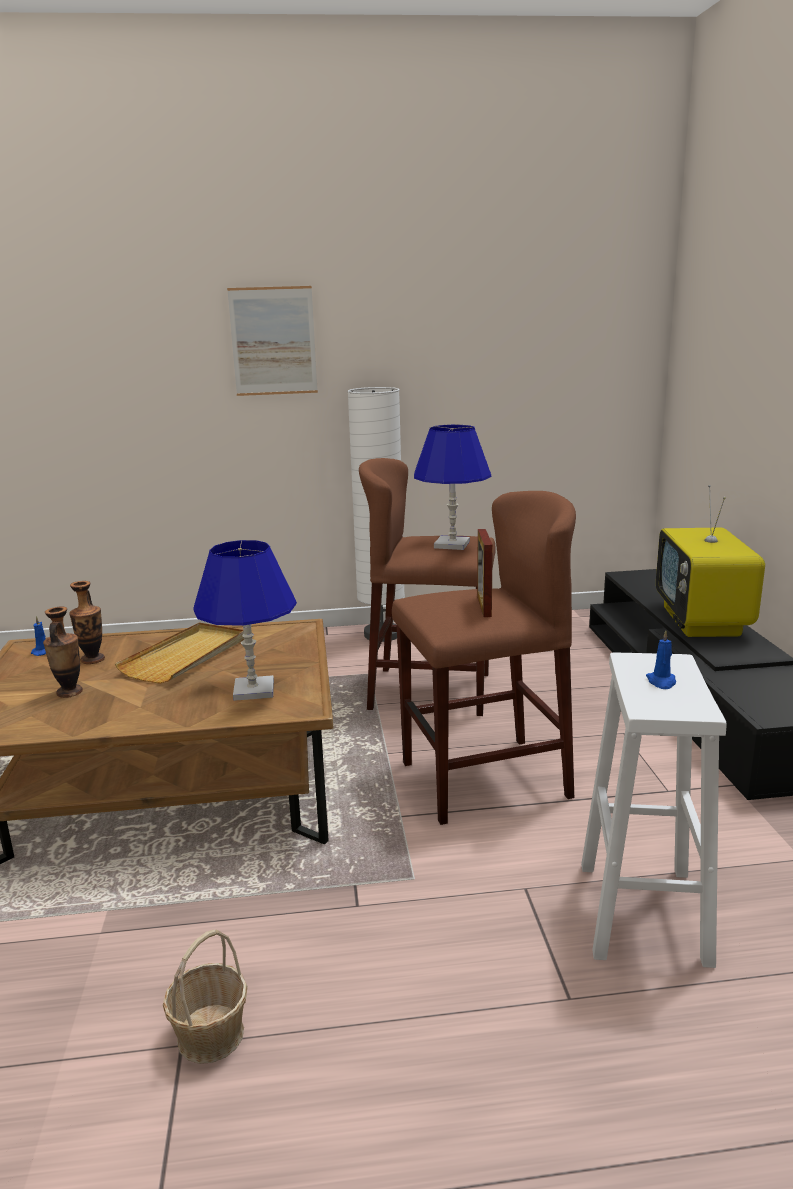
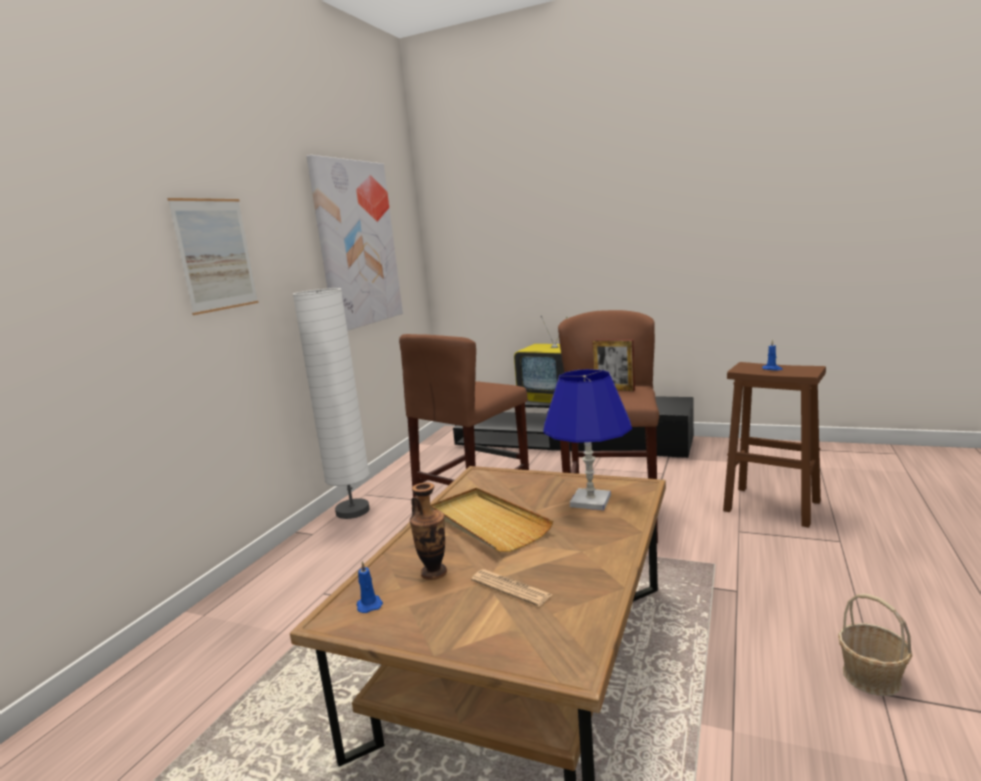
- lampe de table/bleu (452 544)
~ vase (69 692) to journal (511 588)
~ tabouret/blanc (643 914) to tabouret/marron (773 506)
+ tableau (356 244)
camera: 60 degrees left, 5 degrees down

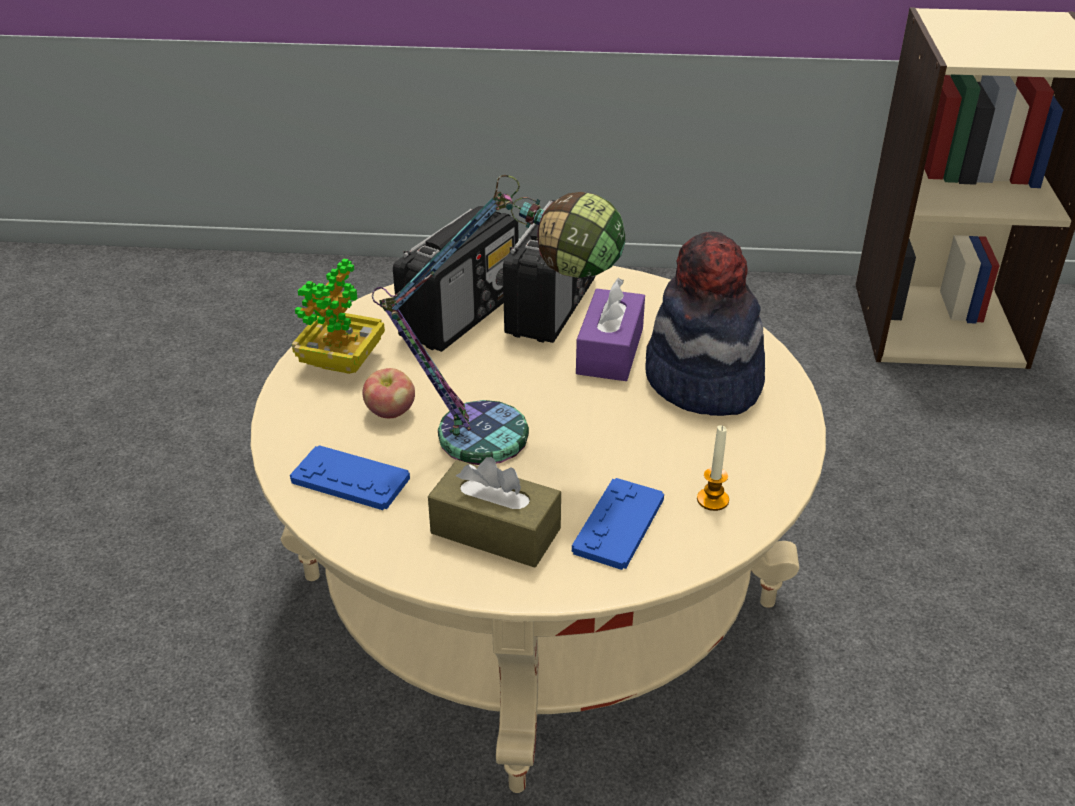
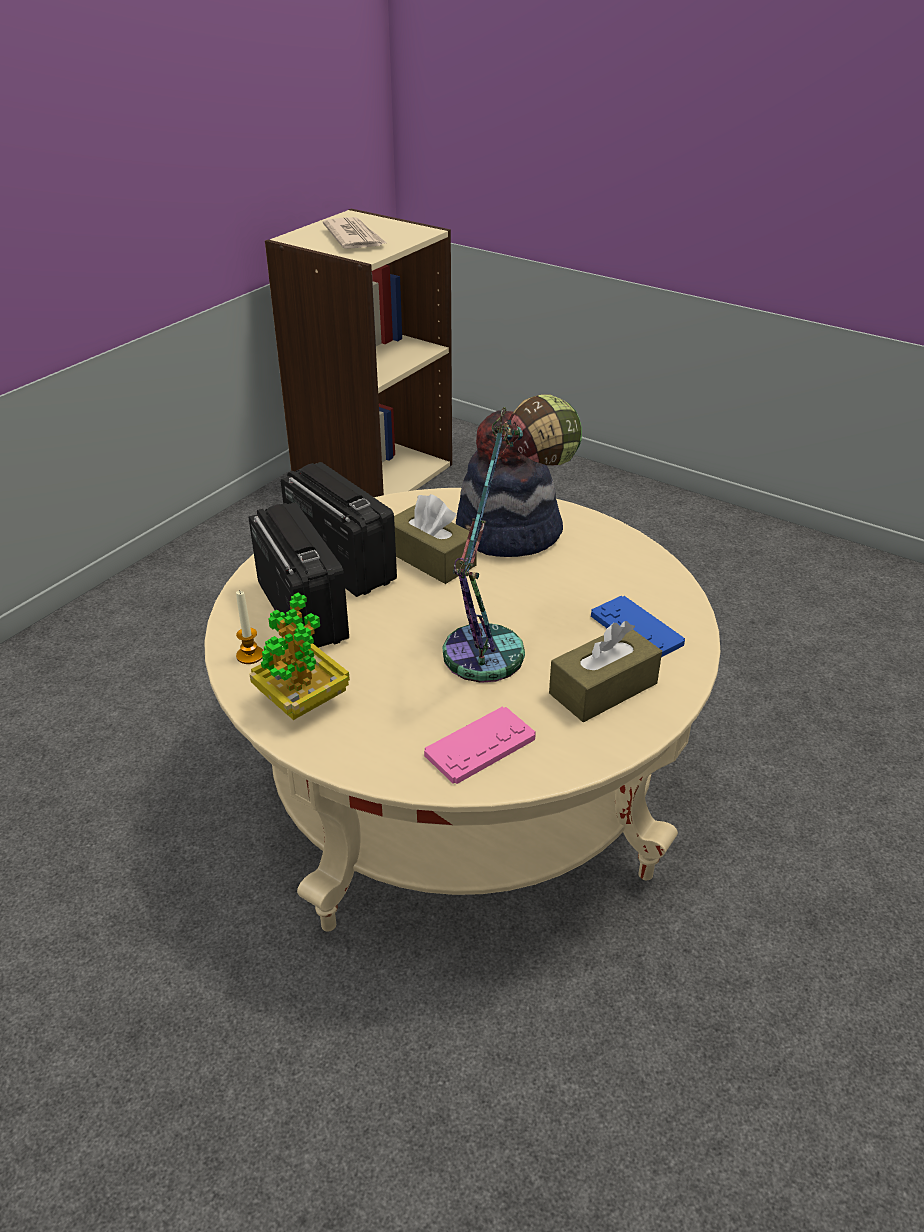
~ boîte à mouchoirs/violet (610 351) to boîte à mouchoirs/marron (431 558)
- pomme (390 412)
~ bougie (712 500) to (250 655)
~ manette/bleu (350 479) to manette/rose (480 746)
+ journal (354 238)
camera: 60 degrees left, 0 degrees up

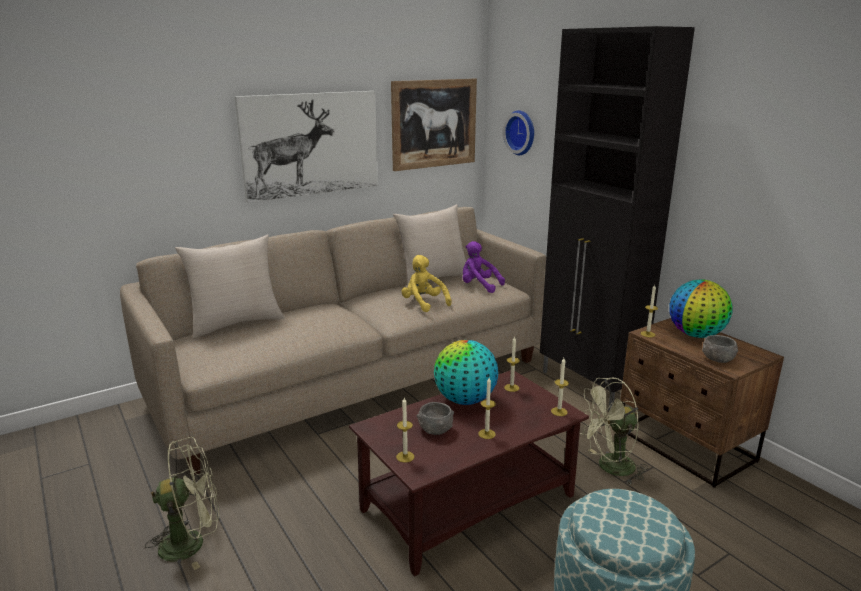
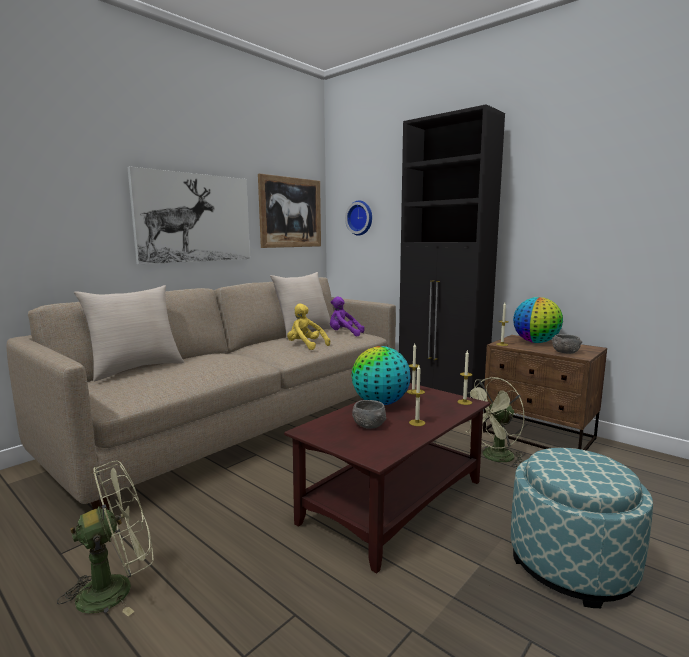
- bougie (405 457)
camera: 15 degrees left, 10 degrees down

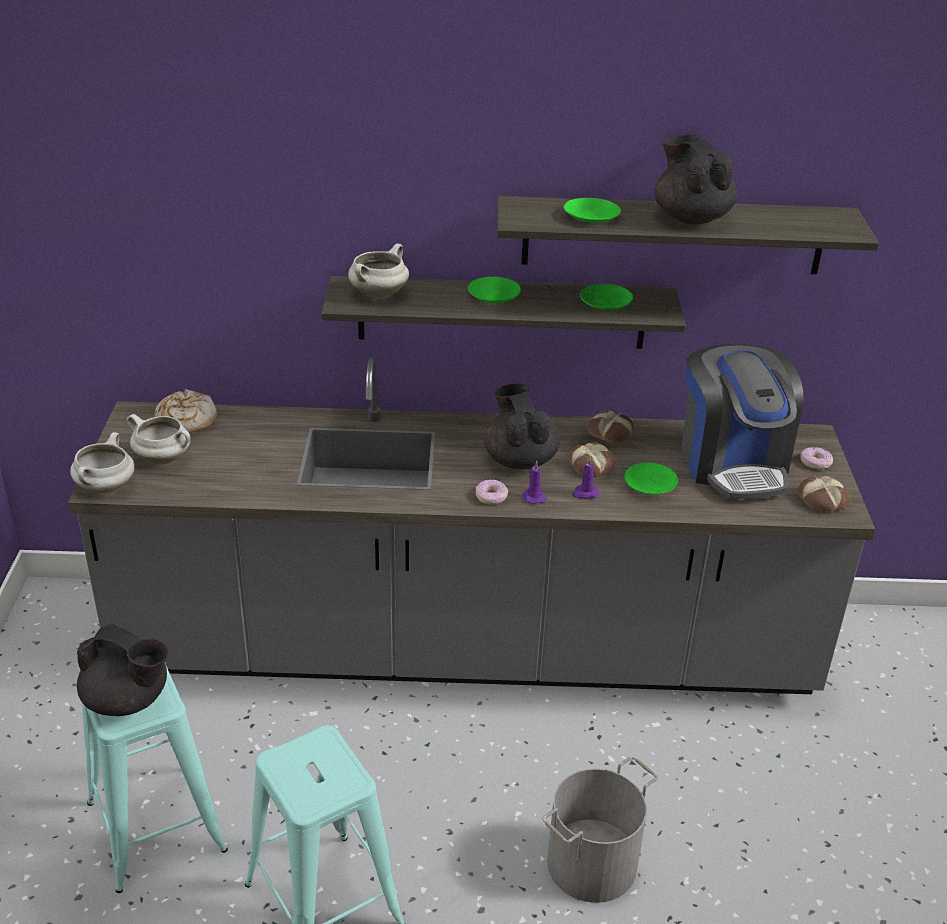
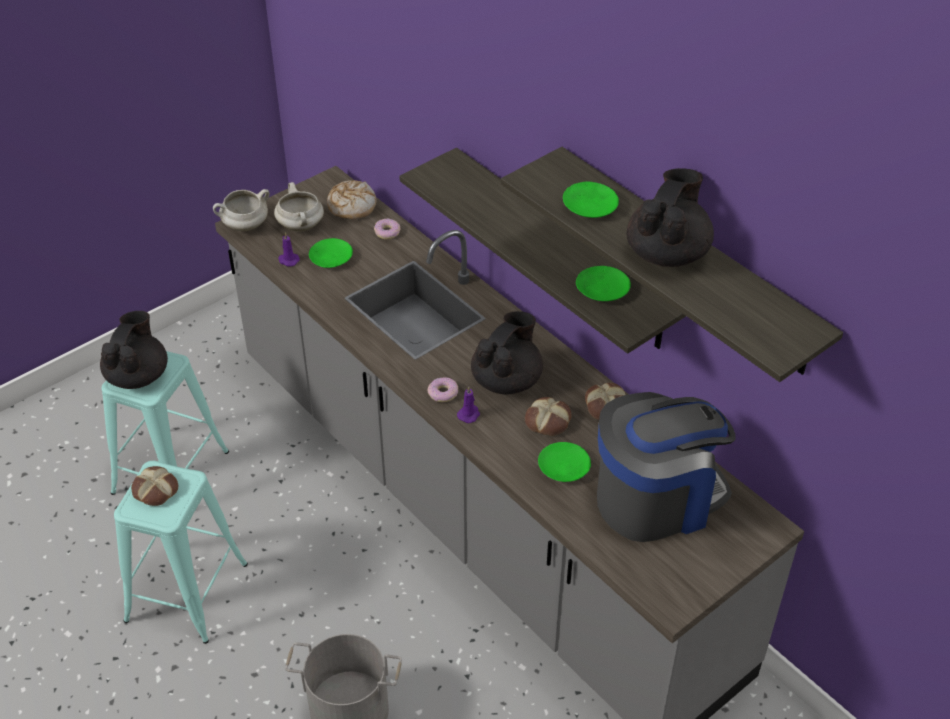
- marmite/blanc (379 294)
~ assiette/vert (494 296) to (330 258)
~ machine à café (733 463) = (657 498) 150 degrees counterclockwise
~ beignet (815 462) to (387 232)
~ bougie/violet (585 493) to (288 260)
~ pain (822 500) to (155 490)
~ théière/noir (128 700) = (138 375) 150 degrees counterclockwise
camera: 50 degrees right, 10 degrees up

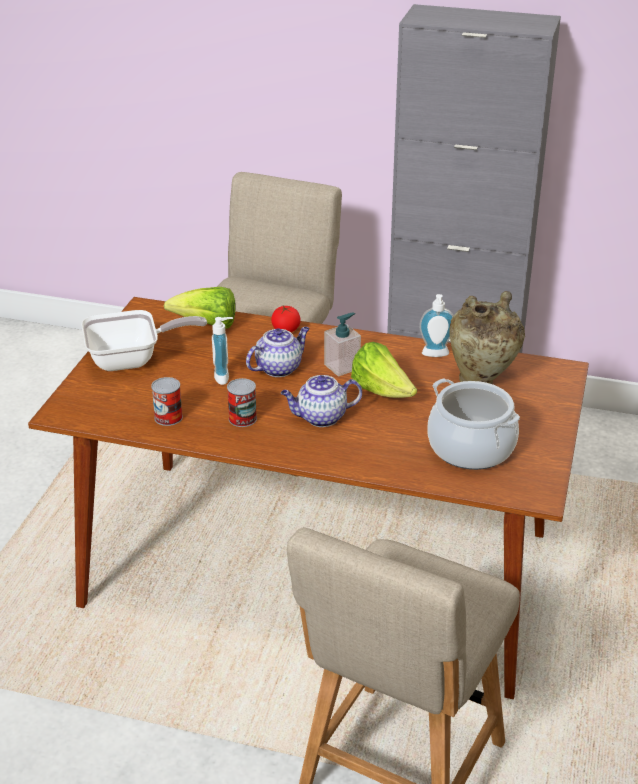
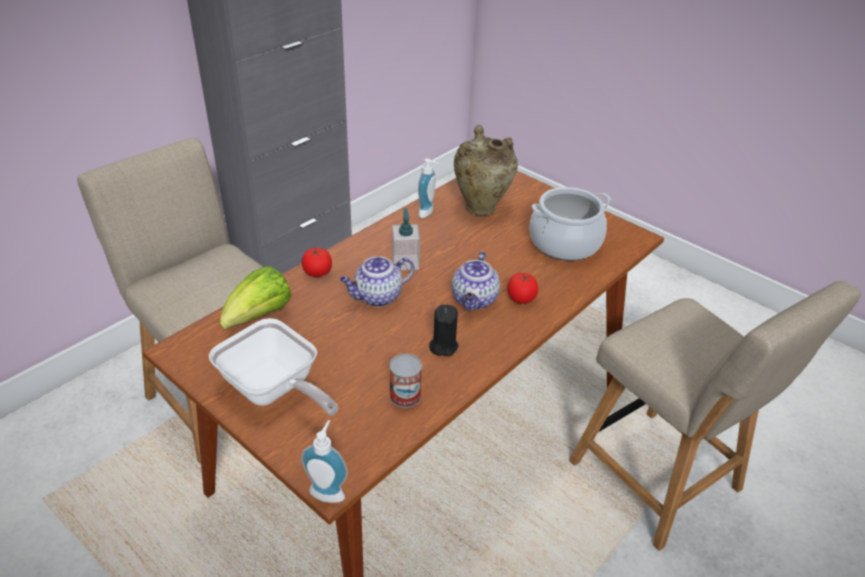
~ poêle (132 360) = (274 390) 120 degrees clockwise
~ distributeur de savon (225 377) to (328 490)
~ théière (279 368) = (377 297) 105 degrees counterclockwise
- laitue (382 391)
~ boîte métallique (242 418) to bougie/noir (443 346)
+ tomate (521 298)
camera: 65 degrees left, 5 degrees up

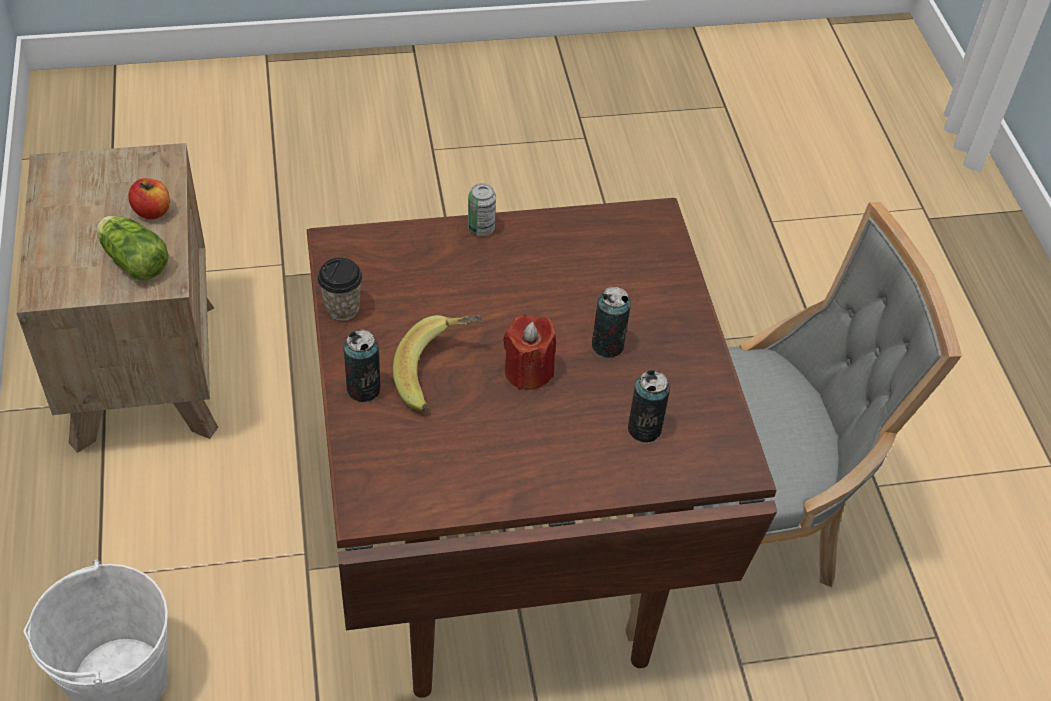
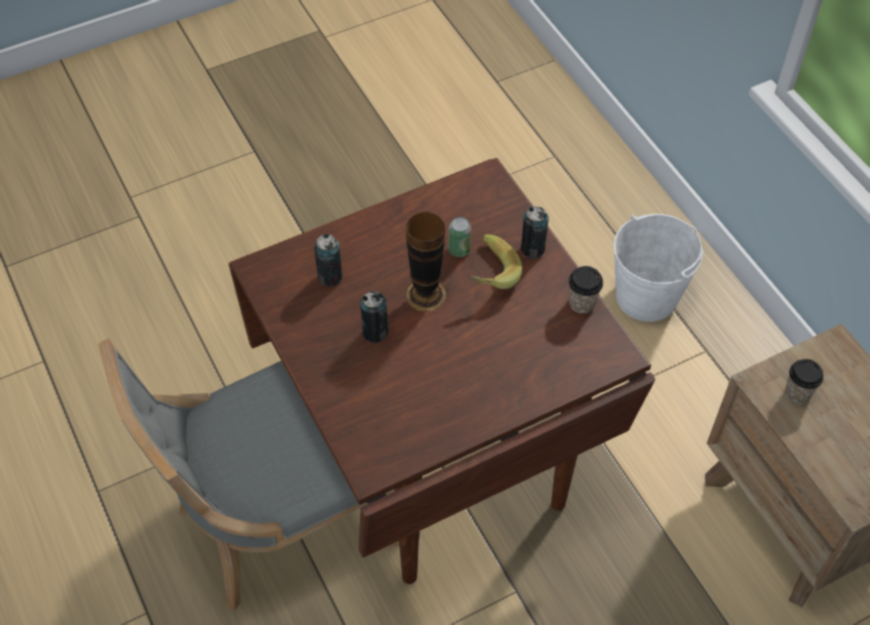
- pomme (152 211)
~ boîte métallique (481 228) to (459 250)
~ laitue (132 260) to tasse (797 393)
~ bougie/rouge (528 371) to vase (425 295)
camera: 165 degrees right, 5 degrees up

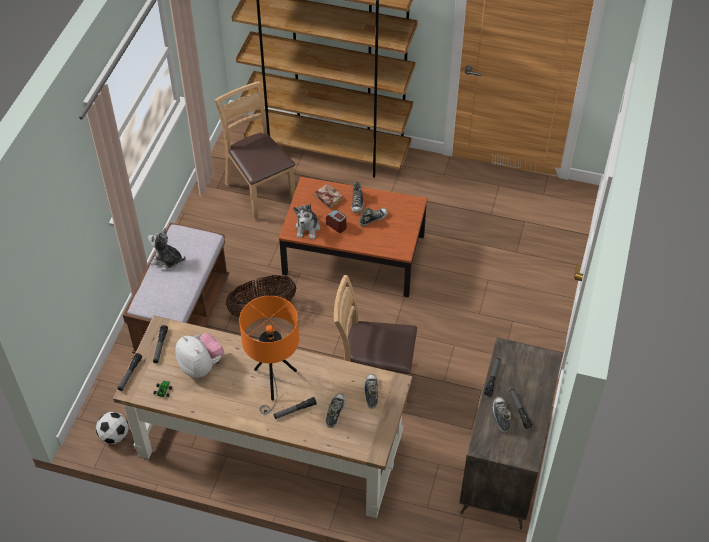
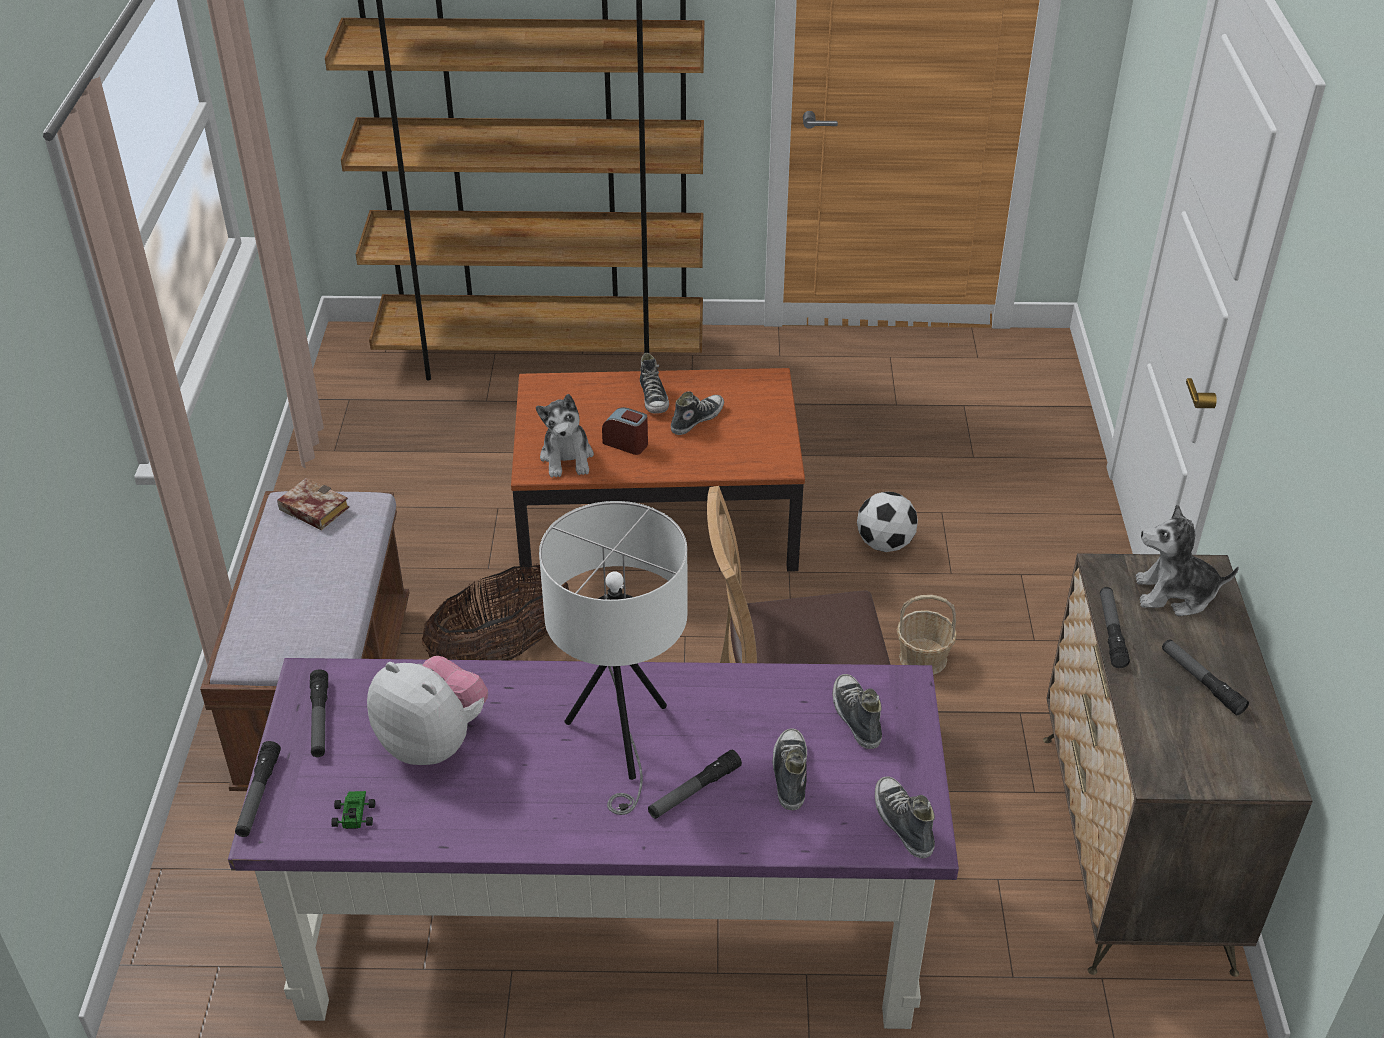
- chaise/marron (260 191)
~ livre (327 198) to (311 509)
~ peluche (167 261) to (1175 594)
~ lampe de table/orange (273 382) to lampe de table/blanc (621 742)
~ bureau/marron (269 447) to bureau/violet (607 928)
~ chaussure (501 416) to (902 823)
~ ballon de foot (114 436) to (884 544)
+ panier (923 658)
camera: 15 degrees left, 10 degrees down

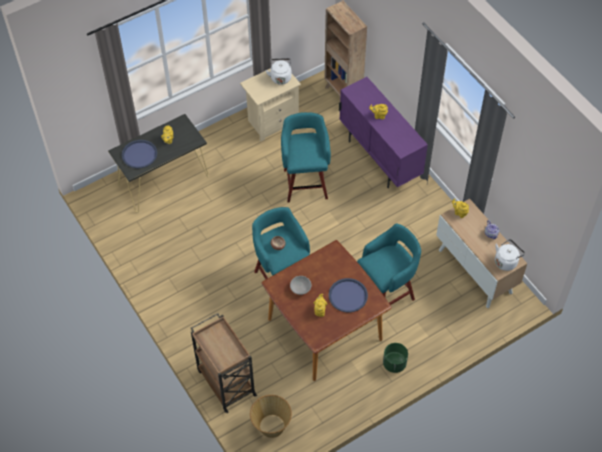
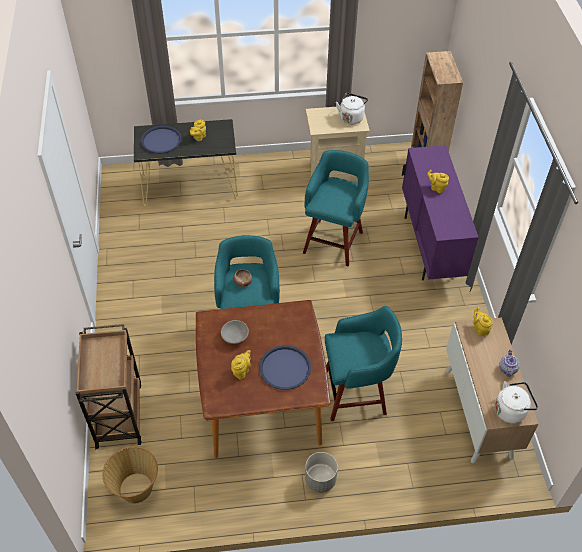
~ cache-pot/vert (394 364) to cache-pot/gris (320 480)
camera: 25 degrees right, 5 degrees down

